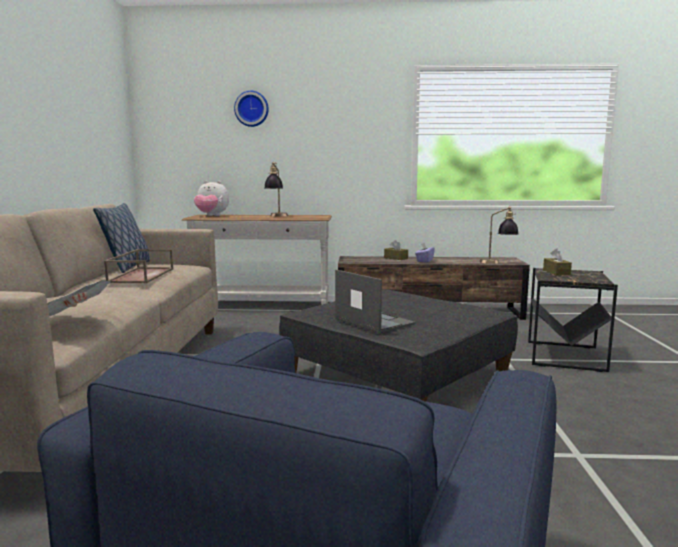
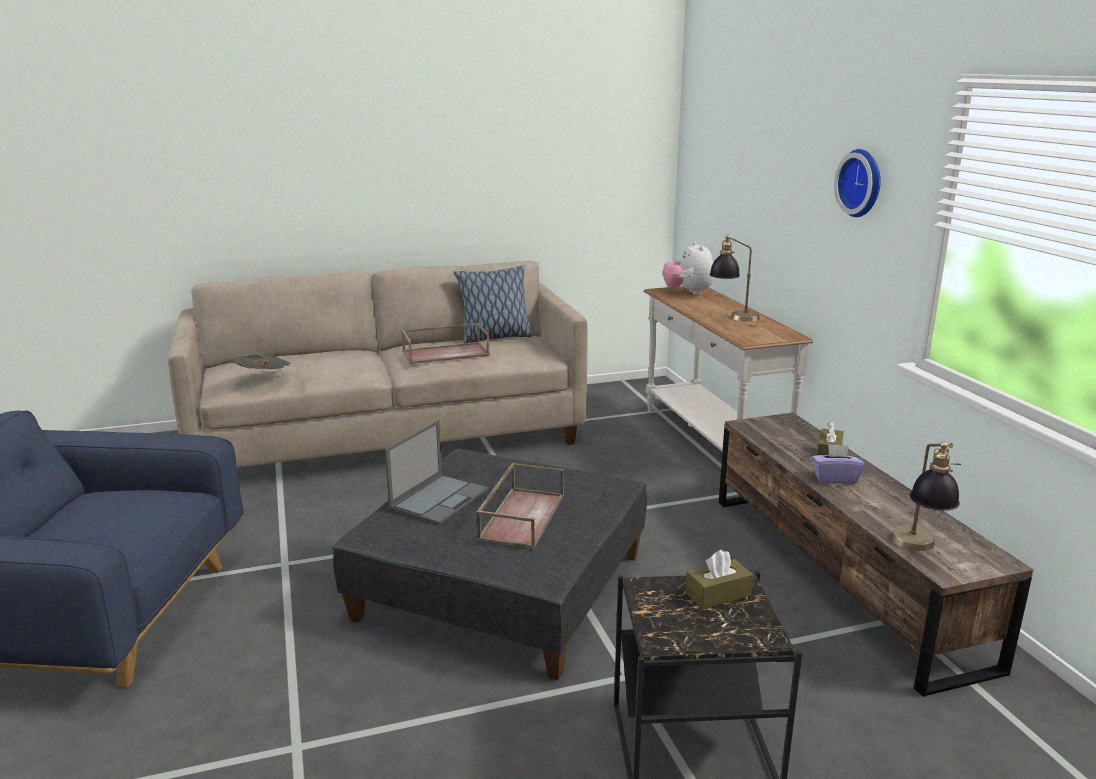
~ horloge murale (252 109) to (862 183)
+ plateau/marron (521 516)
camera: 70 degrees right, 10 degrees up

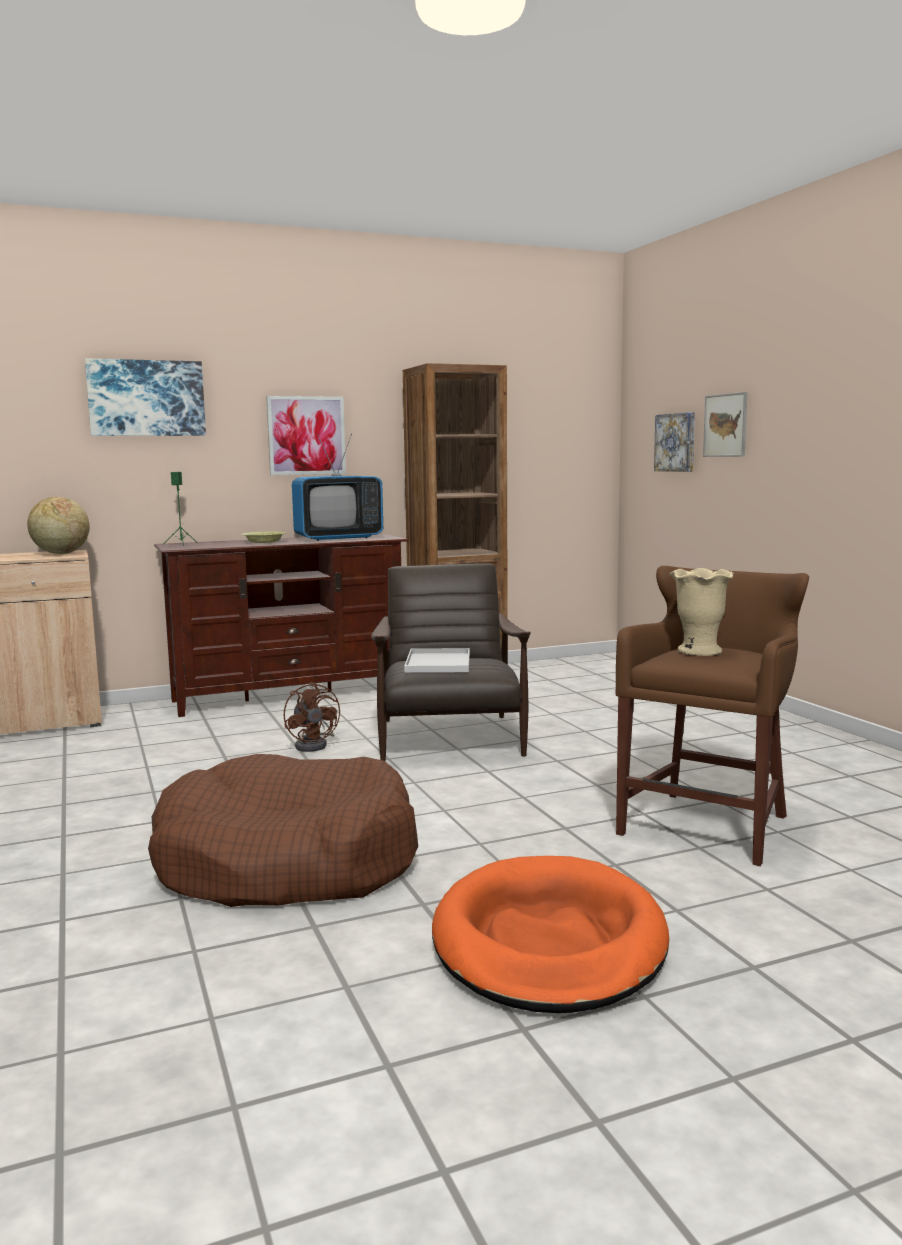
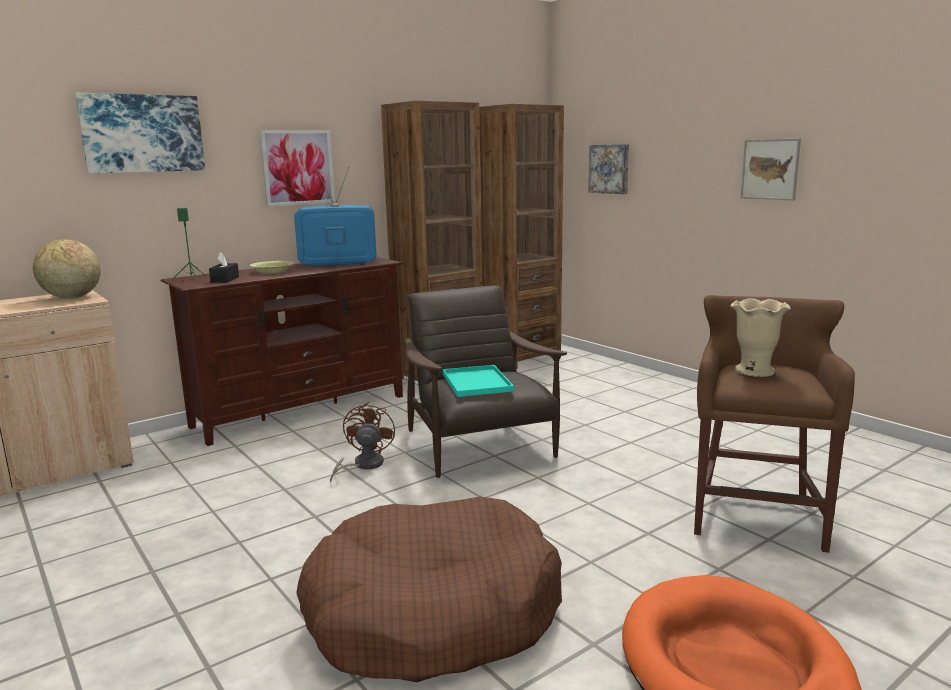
~ tableau (725 425) to (770 169)
~ téléviseur (338 538) = (338 264) 150 degrees counterclockwise
~ plateau/blanc (439 663) to plateau/turquoise (478 383)
~ ventilateur/marron (315 745) = (363 465) 135 degrees counterclockwise
+ bibliothèque/marron (519 357)
+ boîte à mouchoirs/noir (225 279)
camera: 15 degrees left, 5 degrees up

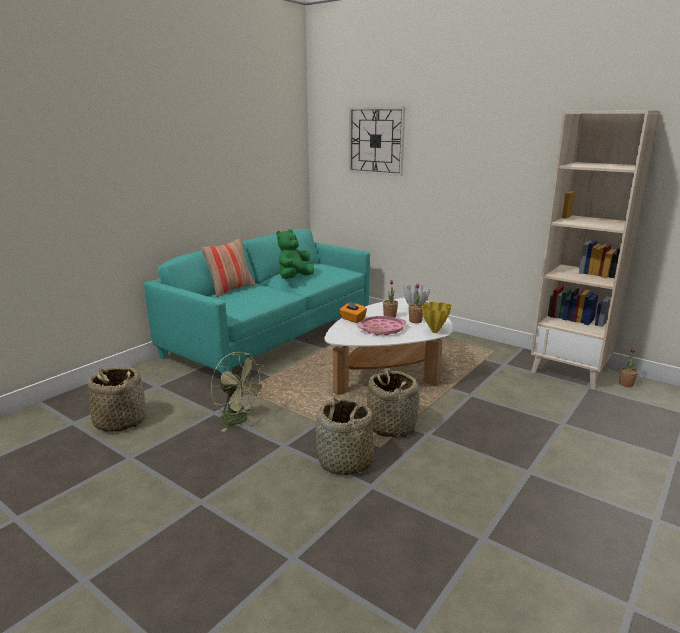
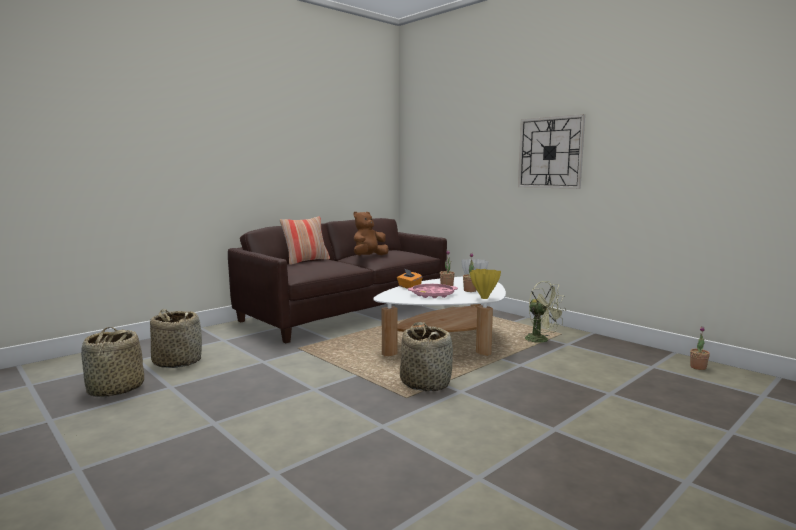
~ horloge murale (376 141) to (550 152)
- bibliothèque/beige (570 371)
~ canapé/turquoise (272 336) to canapé/marron (346 312)
~ peluche/vert (294 278) to peluche/marron (369 257)
~ ventilateur/vert (239 420) to (541 340)
~ panier (345 462) to (115 389)
camera: 10 degrees right, 10 degrees down

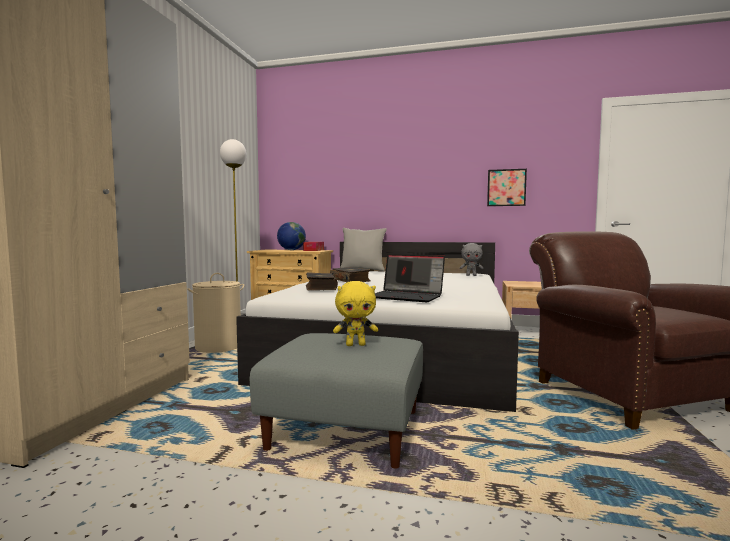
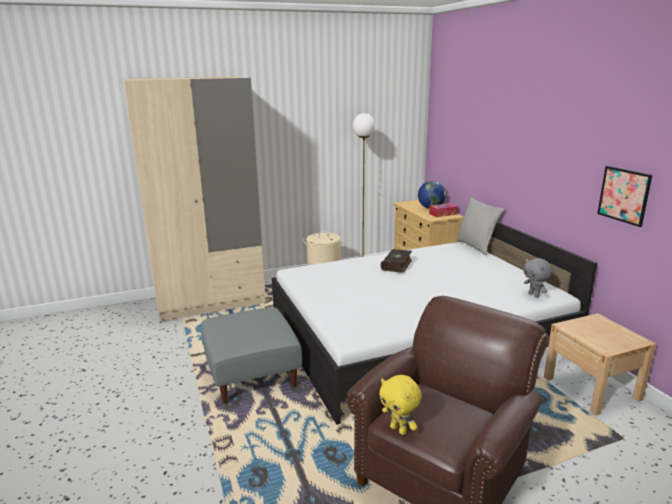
- ordinateur portable (407 297)
- livre (320 288)
~ peluche/jaune (356 345) to (399 430)
camera: 55 degrees right, 15 degrees up

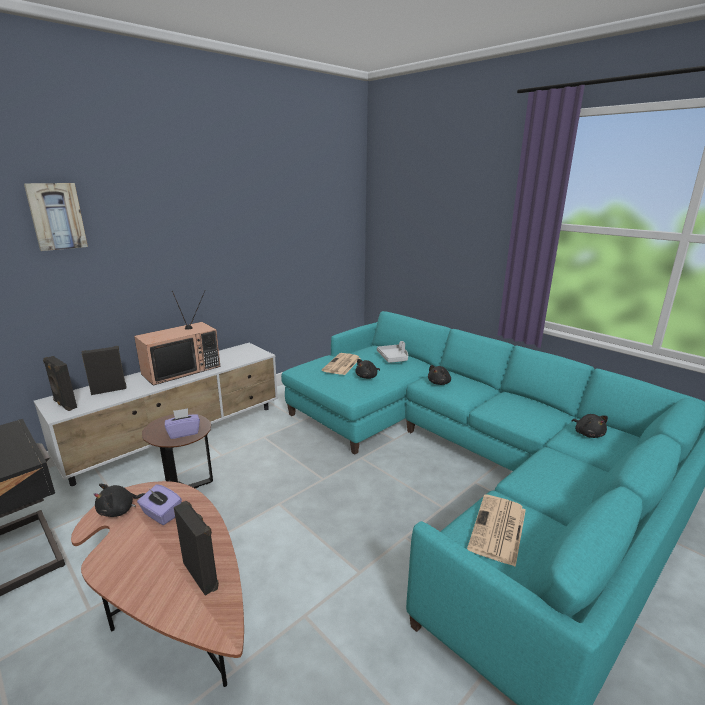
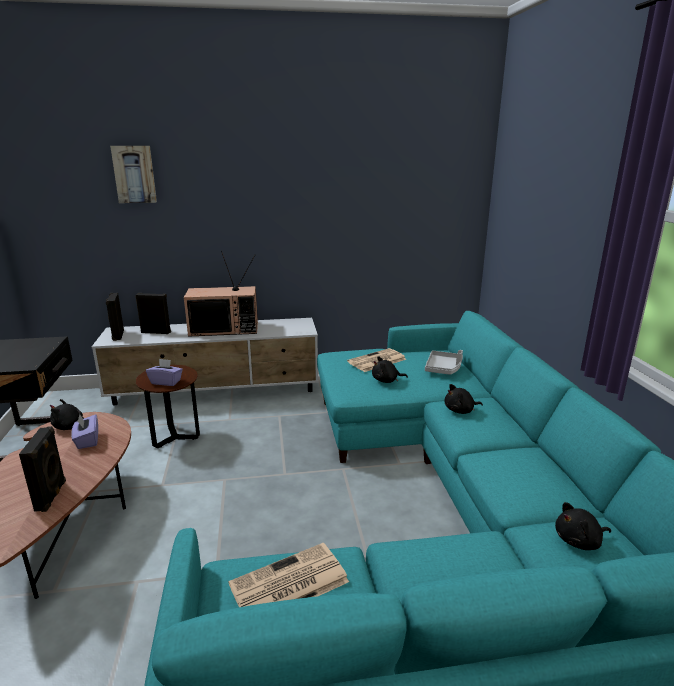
~ peluche/noir (588 434) = (579 541) 60 degrees clockwise
camera: 35 degrees right, 0 degrees up

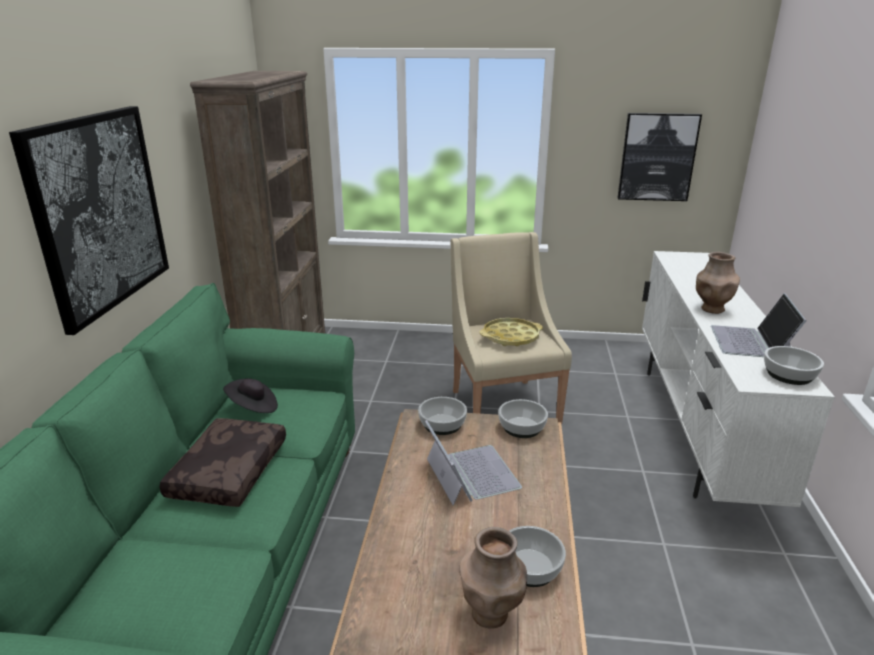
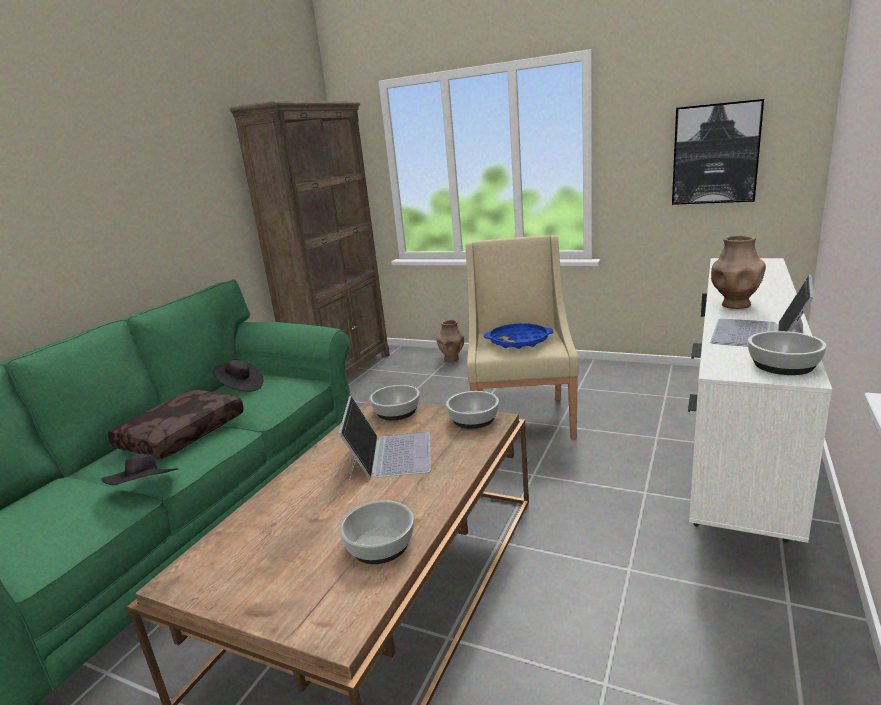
- tableau (99 213)
~ plateau/jaune (511 337) to plateau/bleu (518 341)
~ vase/marron (491 613) to (452 359)
+ chapeau/noir (146 490)
camera: 20 degrees right, 5 degrees down

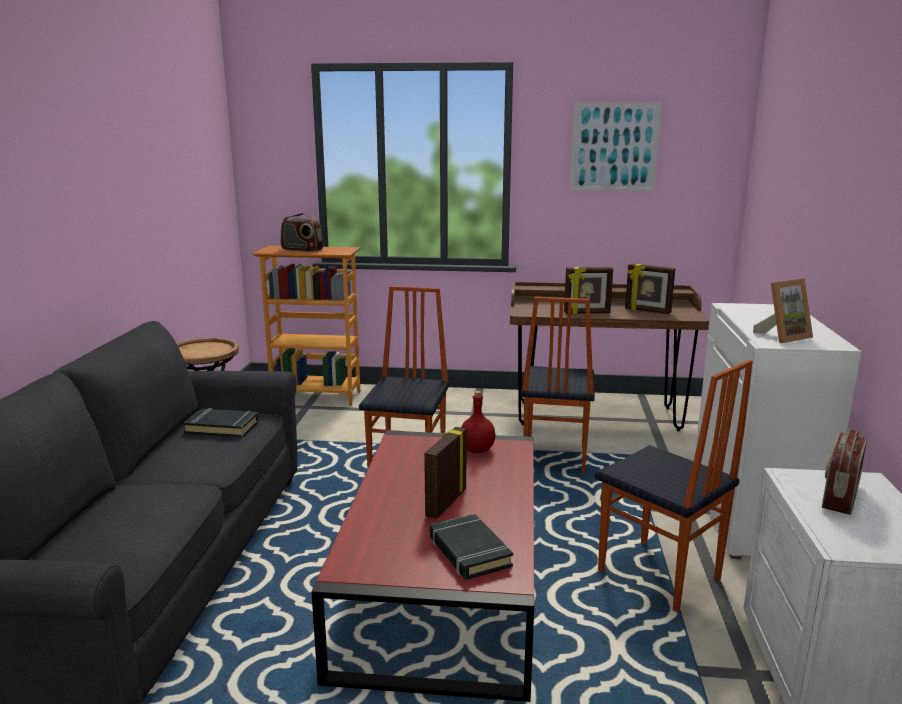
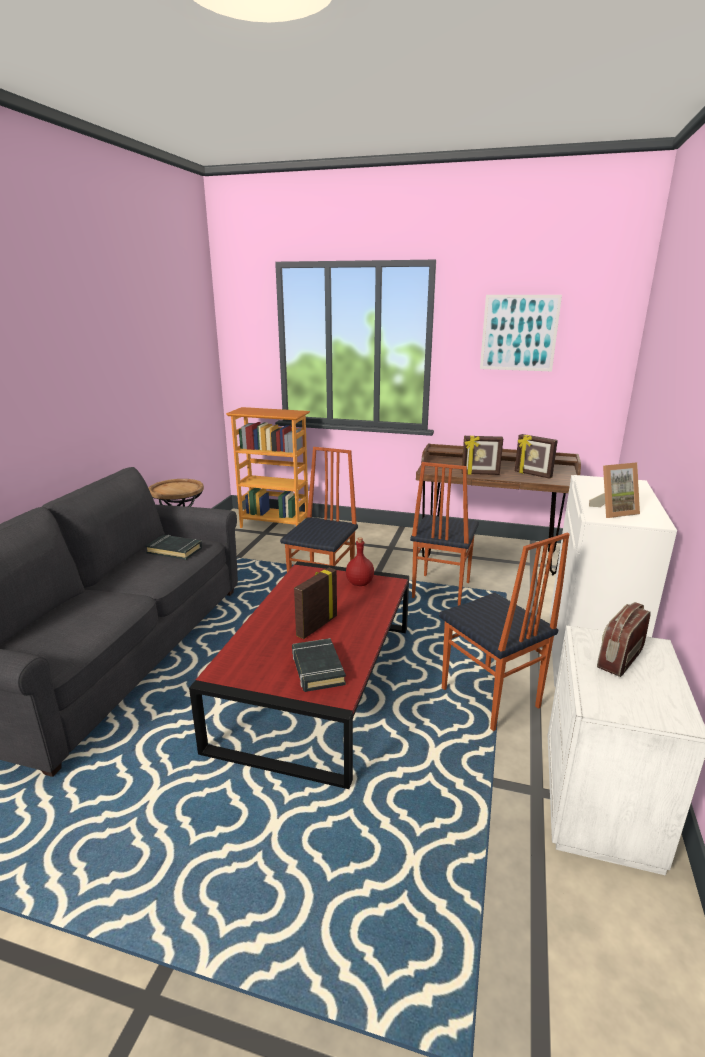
- radio (302 250)
camera: 10 degrees right, 5 degrees up

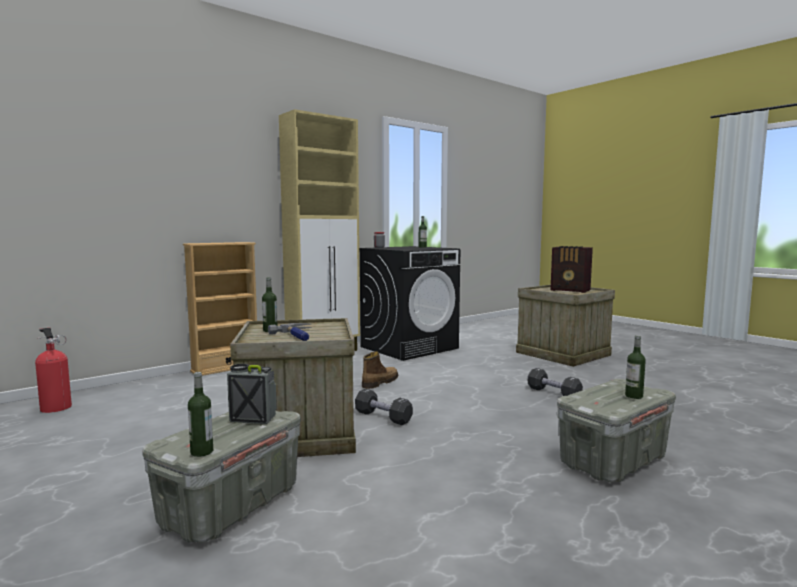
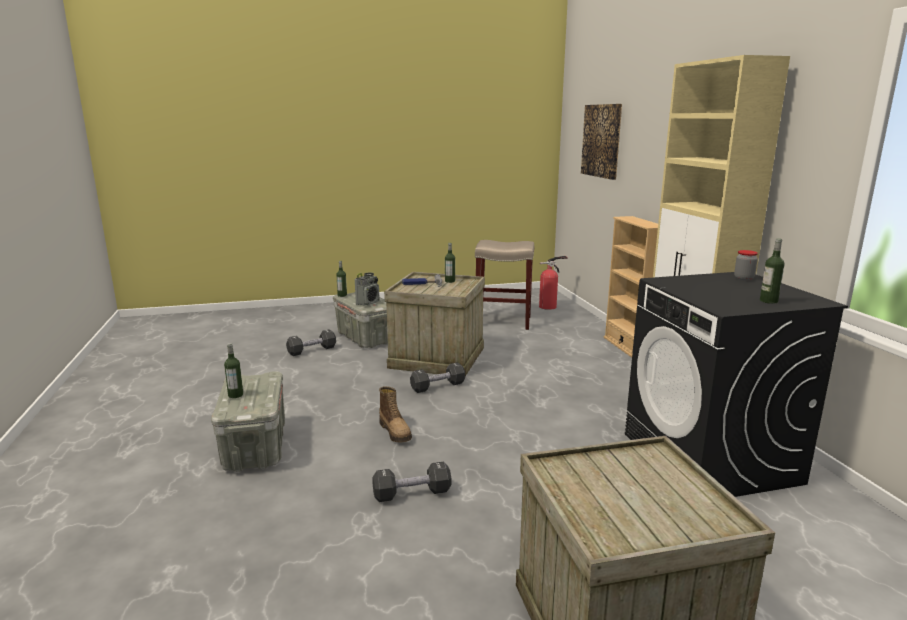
- radio (571 290)
~ botte (379 383) to (396 432)
+ tableau (601 141)
+ tabouret/beige (502 322)
+ haltère/noir (312 350)
camera: 115 degrees right, 10 degrees up

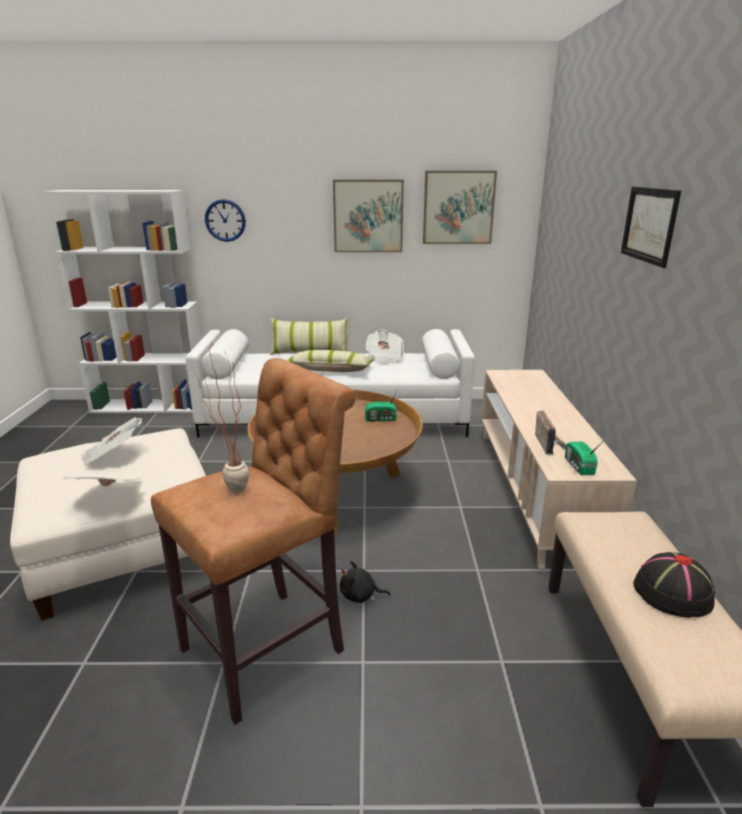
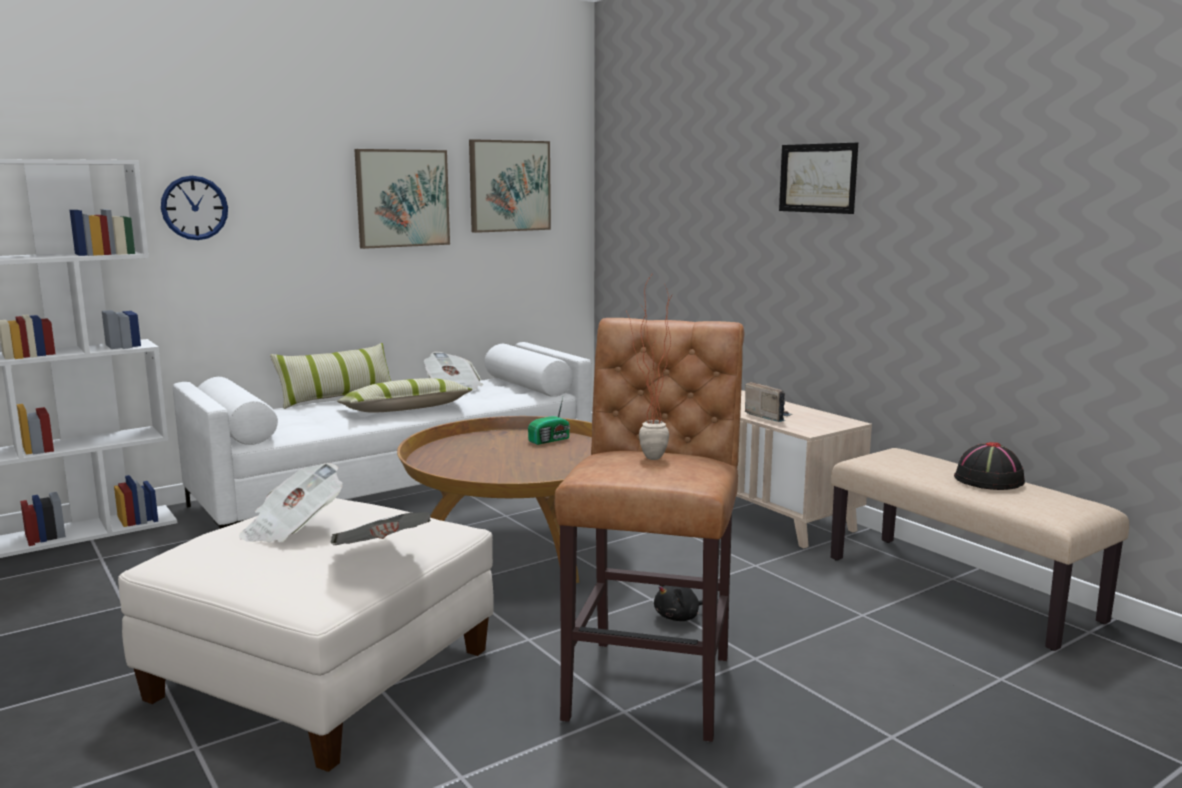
- radio (578 466)
camera: 35 degrees left, 10 degrees down

